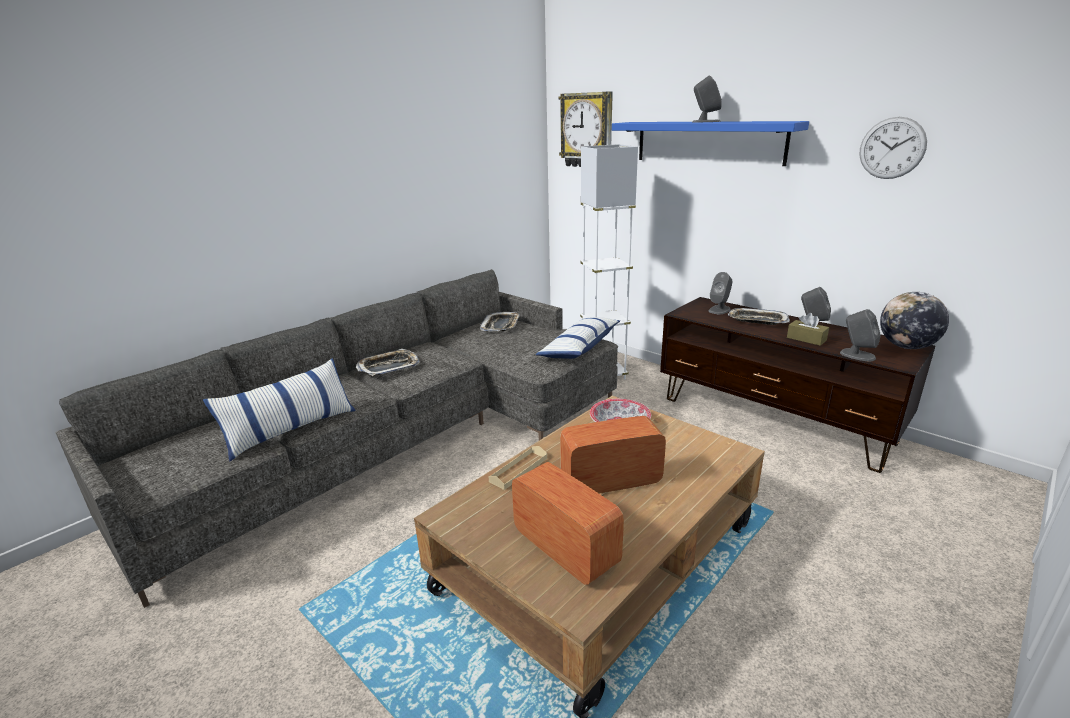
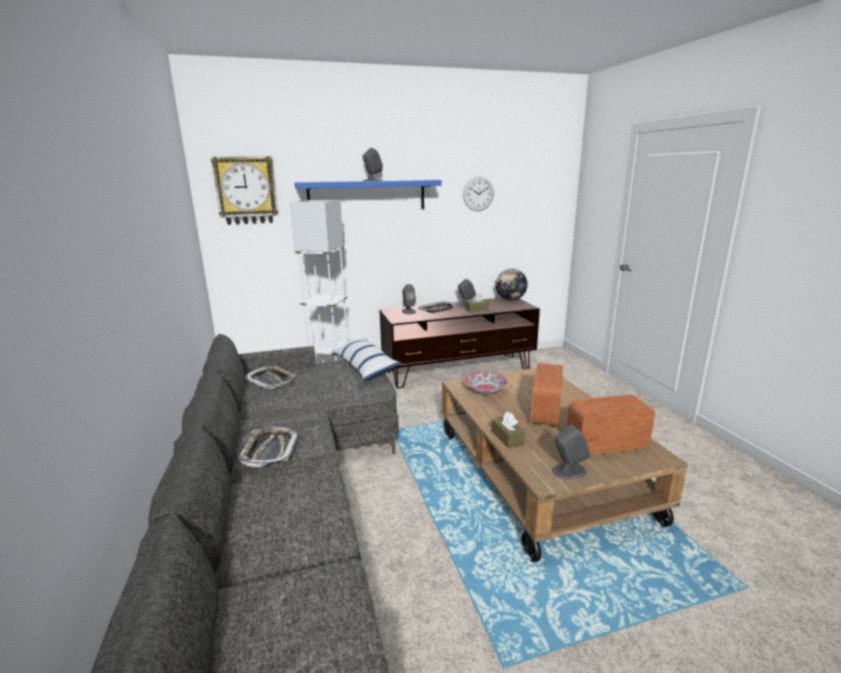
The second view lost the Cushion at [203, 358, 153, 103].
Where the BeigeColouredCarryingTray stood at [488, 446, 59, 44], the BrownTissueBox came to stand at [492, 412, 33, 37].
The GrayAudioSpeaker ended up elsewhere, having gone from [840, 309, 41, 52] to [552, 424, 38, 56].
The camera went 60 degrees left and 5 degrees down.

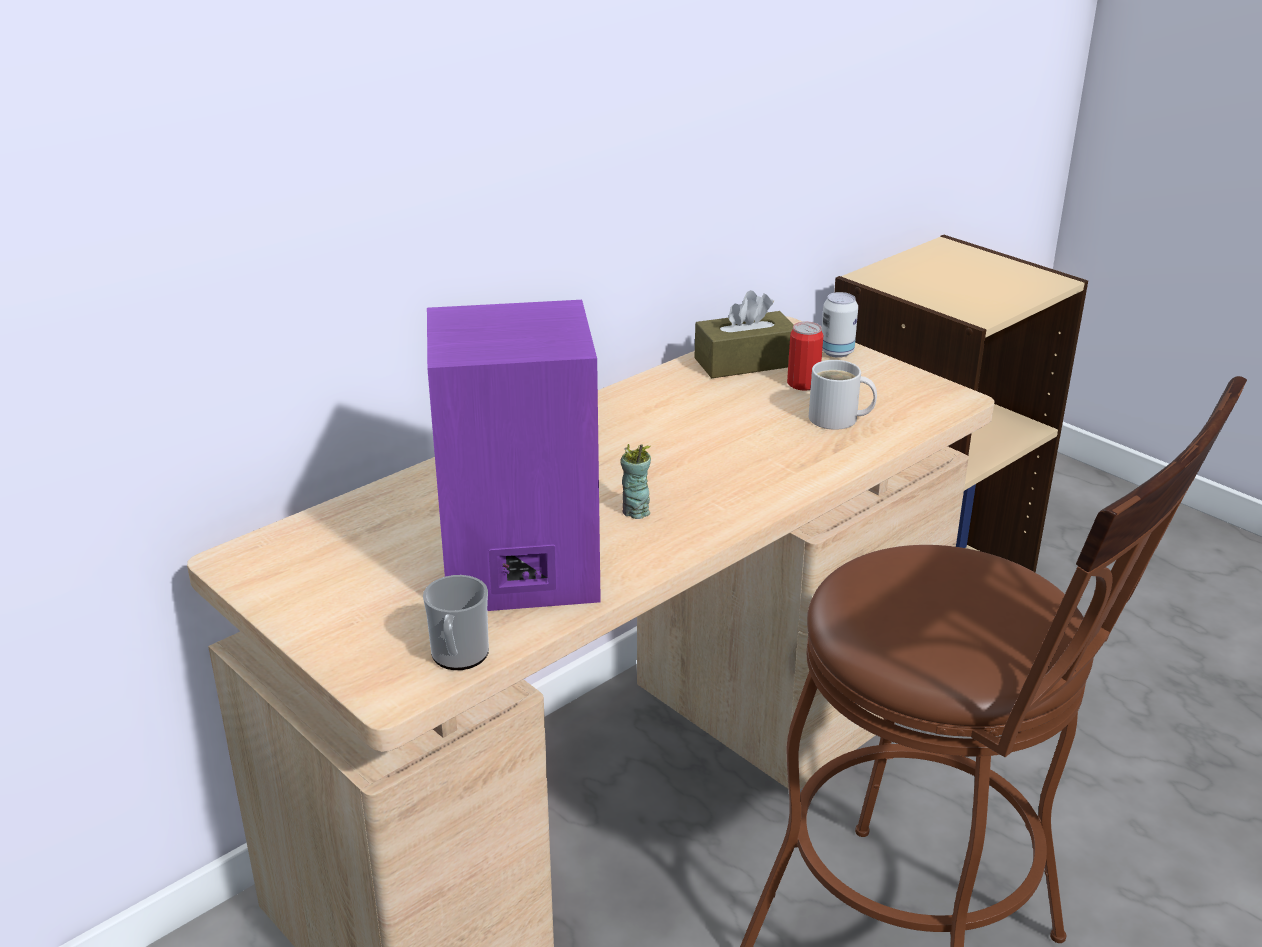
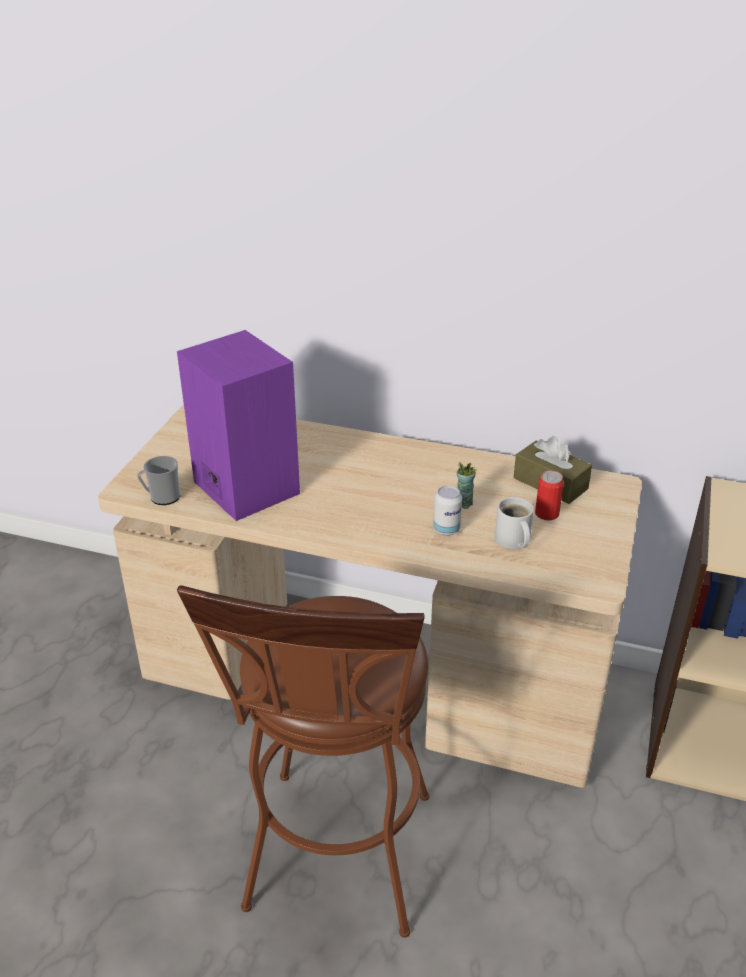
The Cup ended up elsewhere, having gone from [620, 444, 31, 75] to [457, 462, 20, 47].
The Can ended up elsewhere, having gone from [821, 292, 37, 66] to [433, 486, 29, 50].
The camera went 60 degrees right and 5 degrees up.

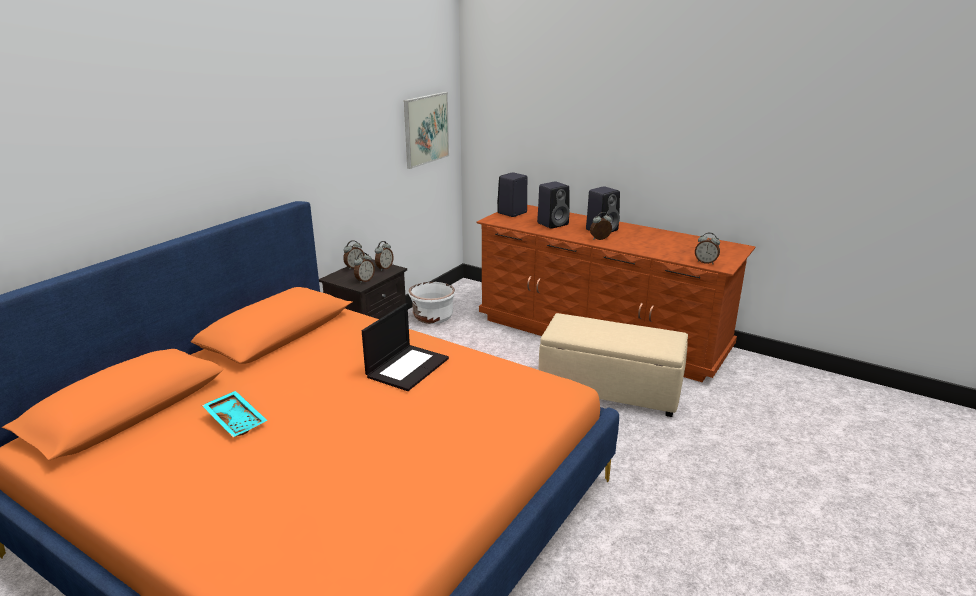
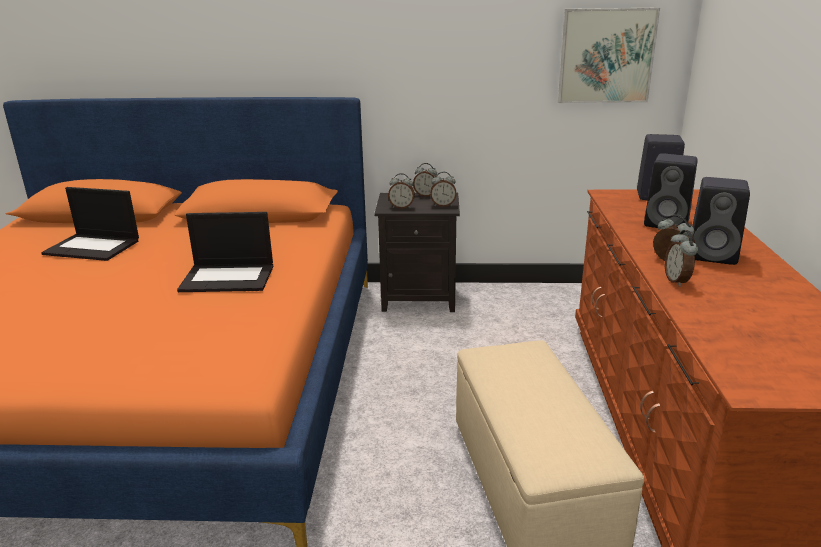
Where the TurquoiseCarryingTray stood at [202, 391, 66, 46], the PortableComputer came to stand at [41, 187, 98, 74].
The second view lost the WhiteFlowerPot at [408, 282, 47, 42].
The TableClock ended up elsewhere, having gone from [695, 232, 25, 32] to [665, 230, 33, 57].
The camera went 60 degrees right and 0 degrees up.

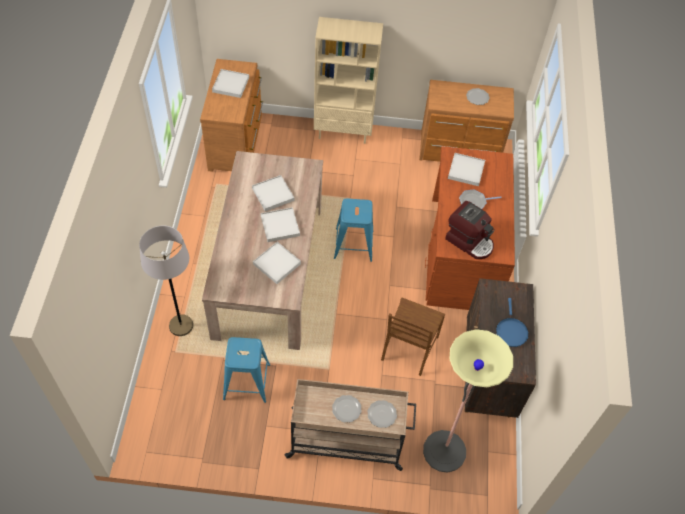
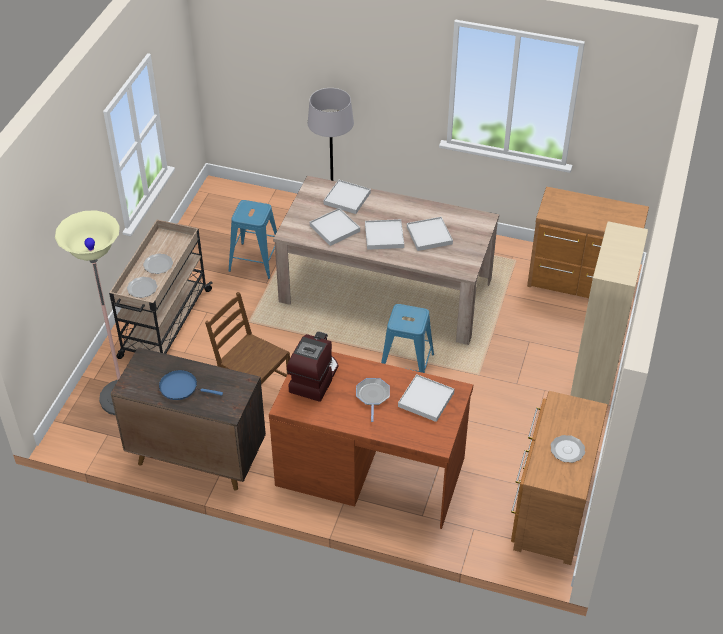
The WhiteCarryingTray ended up elsewhere, having gone from [212, 69, 37, 29] to [324, 180, 47, 34].
The CoffeeMaker at [445, 201, 50, 58] ended up facing another way, 150 degrees clockwise from before.
The camera went 105 degrees right and 10 degrees down.

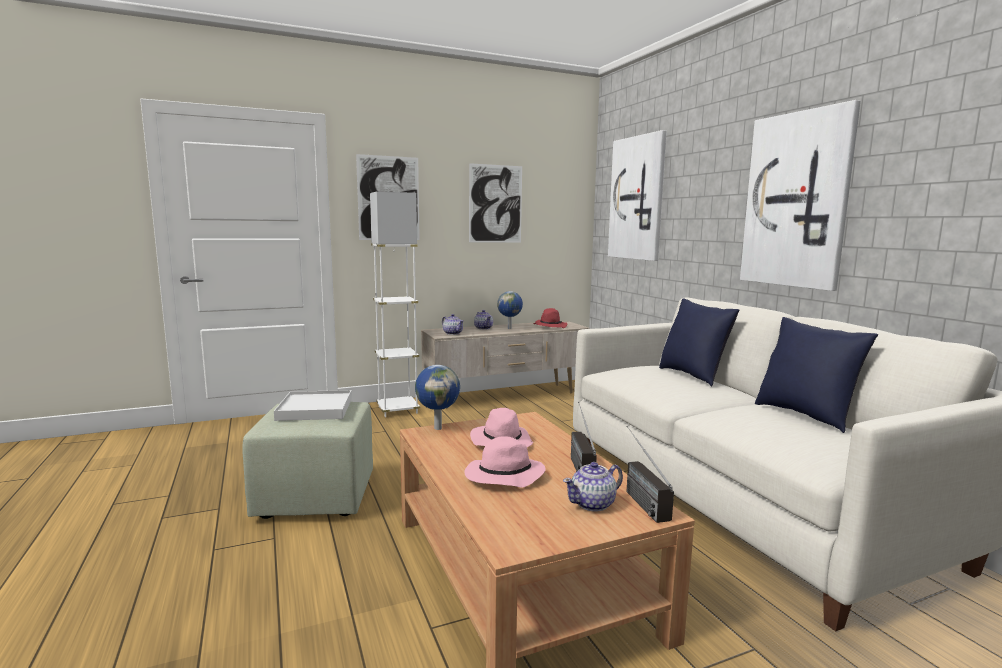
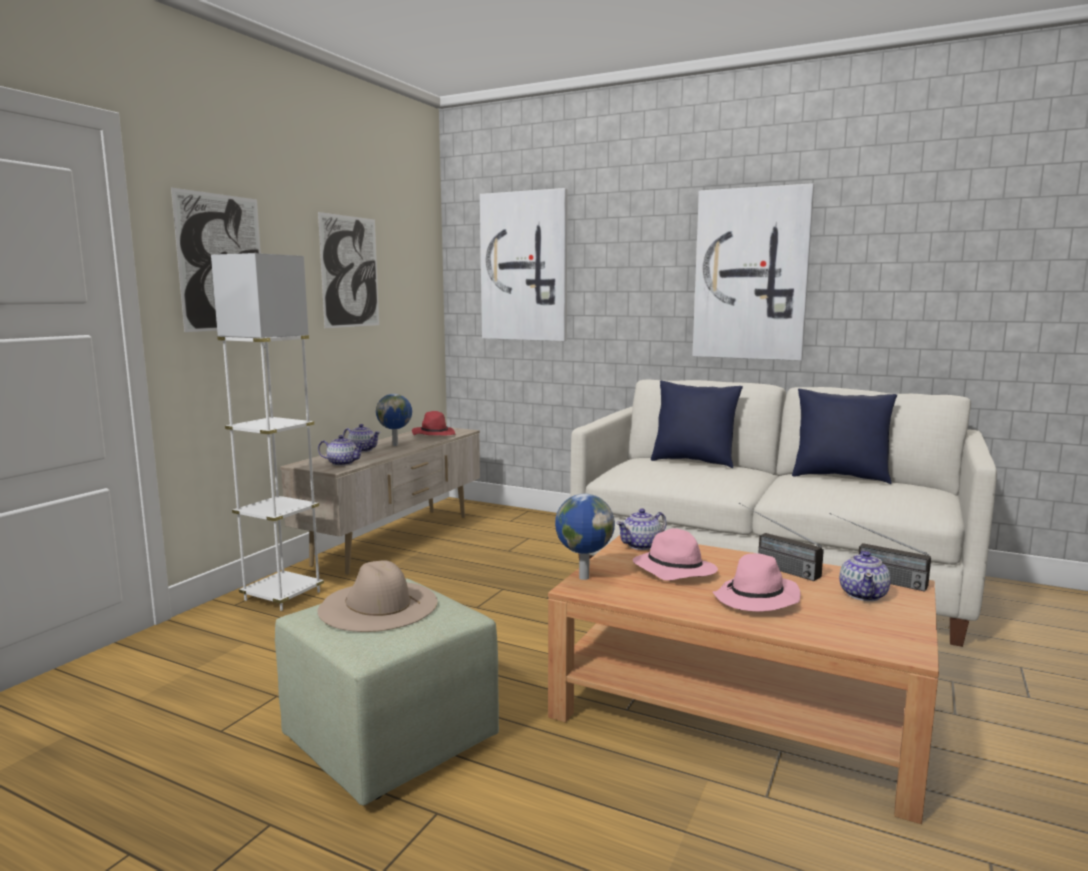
Where the WhiteCarryingTray stood at [274, 390, 78, 31], the BeigeColouredHat came to stand at [317, 560, 121, 72].
The second view gained the TeaPot at [616, 509, 51, 41].
The camera went 40 degrees left and 0 degrees up.

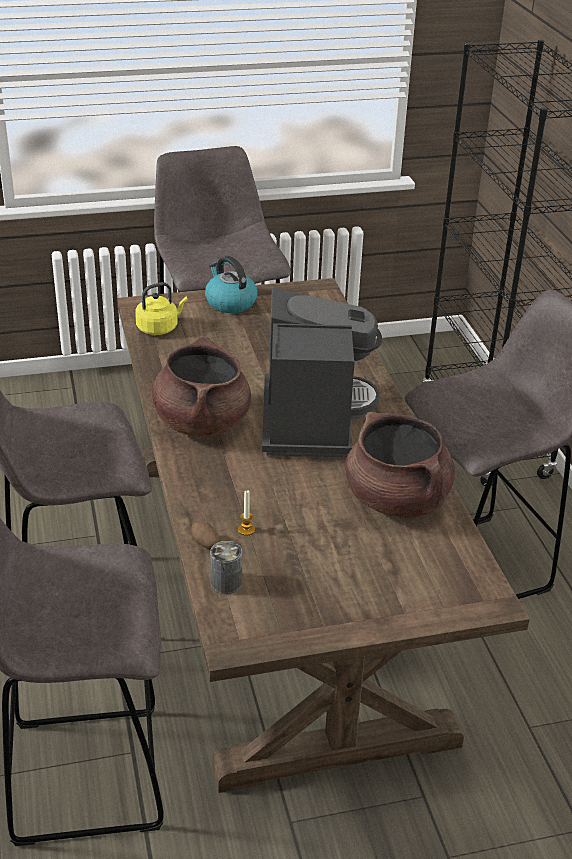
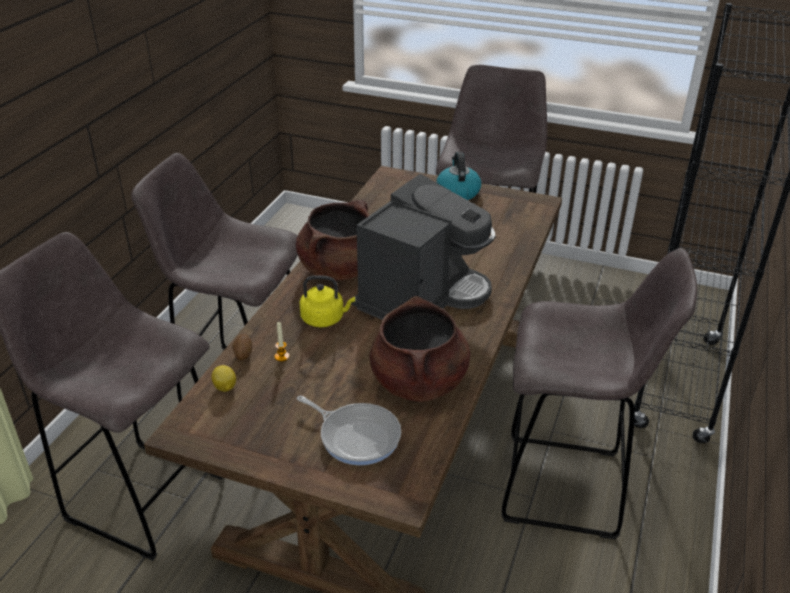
The YellowishTeaKettle ended up elsewhere, having gone from [135, 282, 53, 53] to [300, 275, 55, 52].
Where the Can stood at [210, 541, 32, 53], the CitrusFruit came to stand at [211, 365, 25, 27].
The second view gained the Skillet at [297, 396, 104, 69].
The camera went 35 degrees right and 0 degrees up.

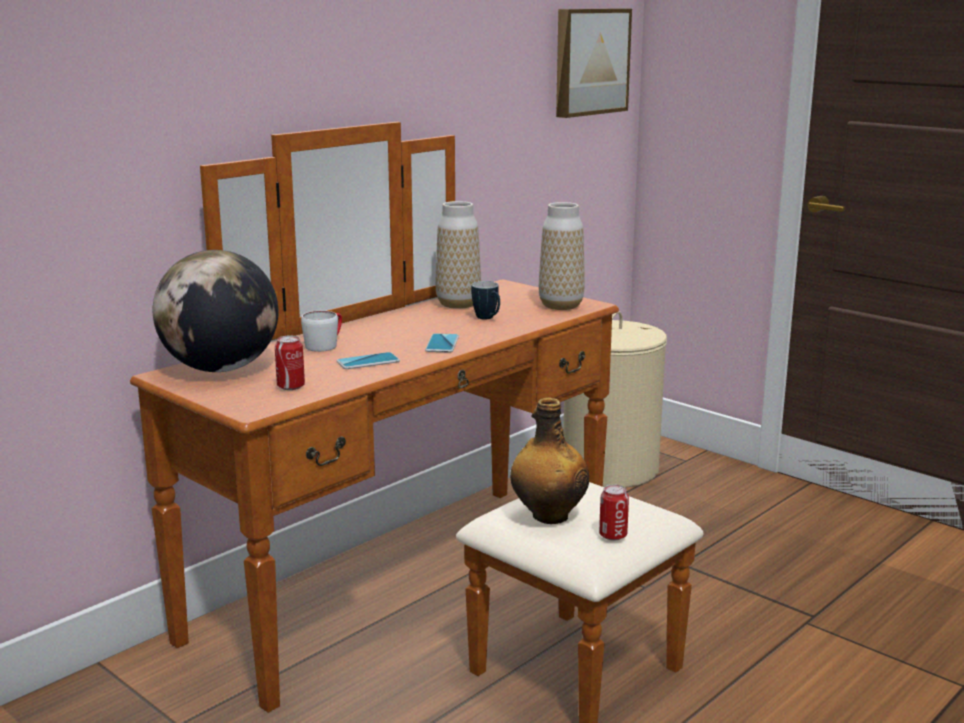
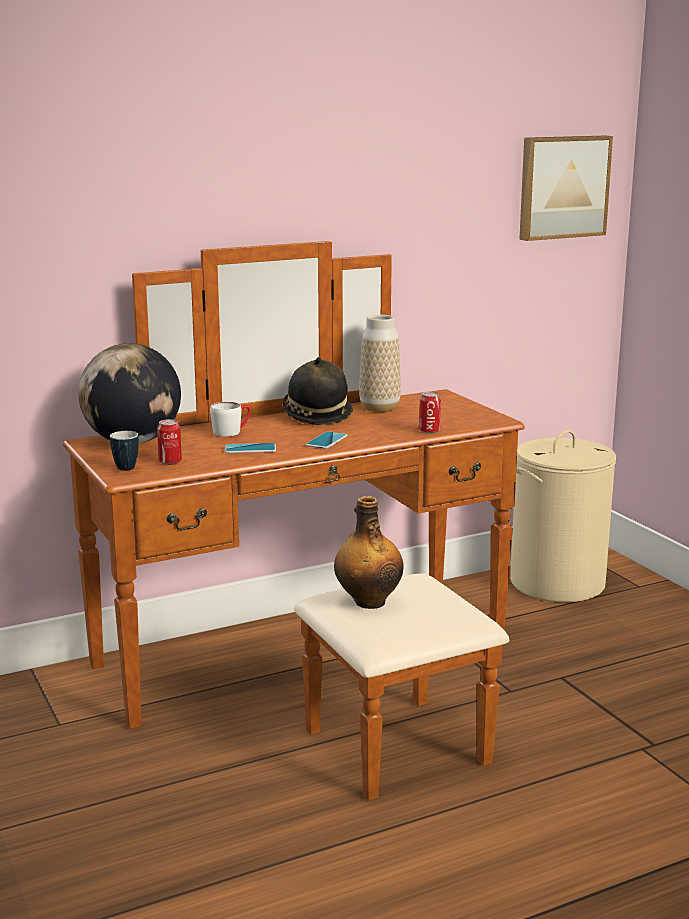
The Mug ended up elsewhere, having gone from [471, 281, 29, 38] to [110, 431, 29, 40].
The second view lost the DecorativeVase at [539, 202, 46, 108].
The Can ended up elsewhere, having gone from [599, 484, 30, 57] to [419, 392, 22, 42].
The second view gained the Hat at [282, 357, 71, 68].
The camera went 20 degrees right and 0 degrees up.

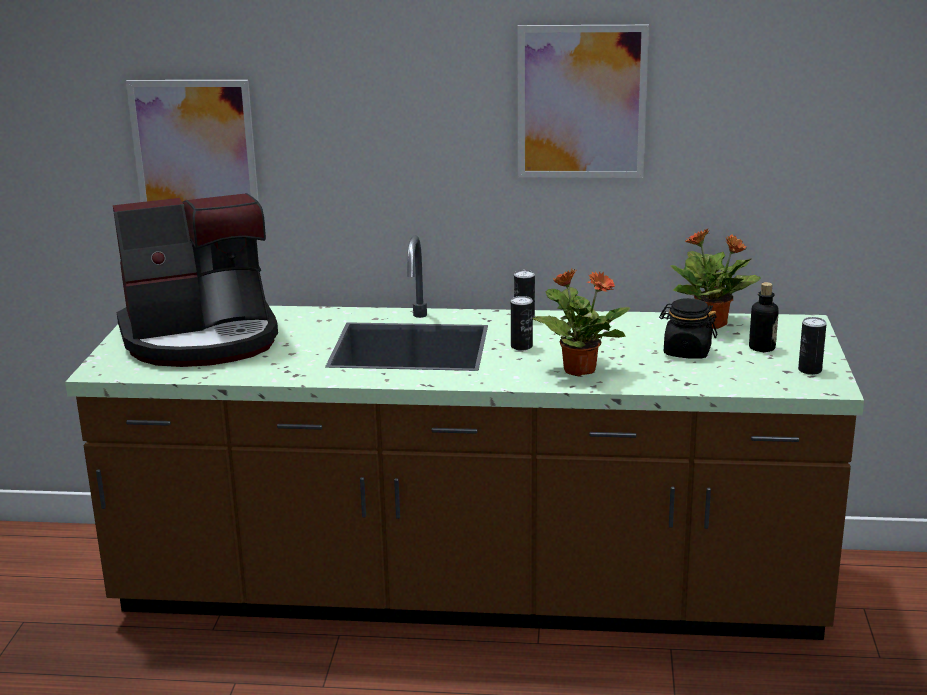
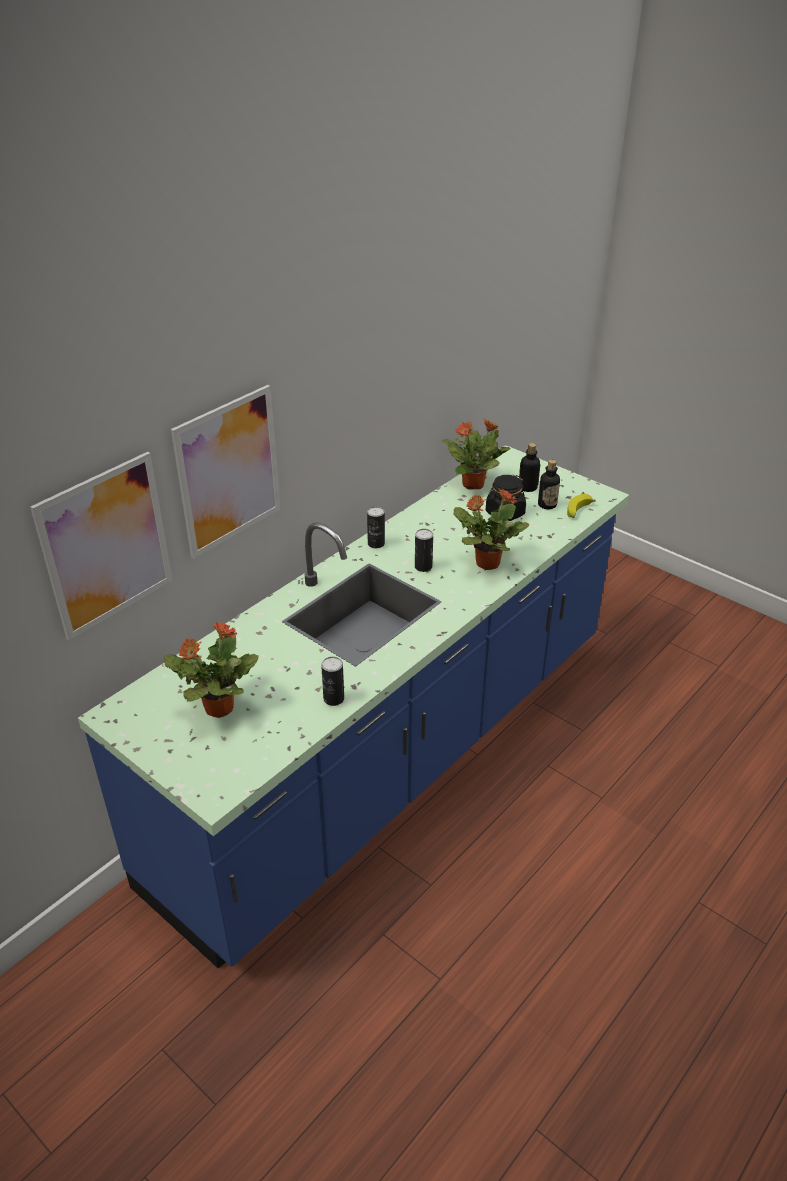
What was the BrownCounter at [65, 235, 799, 405] turned into the BluishCounter at [78, 445, 551, 524].
Where the CoffeeMaker stood at [113, 193, 165, 174], the PottedPlant came to stand at [164, 622, 95, 96].
The WallPicture ended up elsewhere, having gone from [518, 25, 131, 153] to [171, 385, 110, 173].
The Can ended up elsewhere, having gone from [798, 317, 29, 58] to [321, 657, 23, 49].
The second view gained the Bottle at [538, 460, 22, 49].
The second view gained the BananaFruit at [567, 494, 29, 24].
The camera went 55 degrees left and 15 degrees up.

